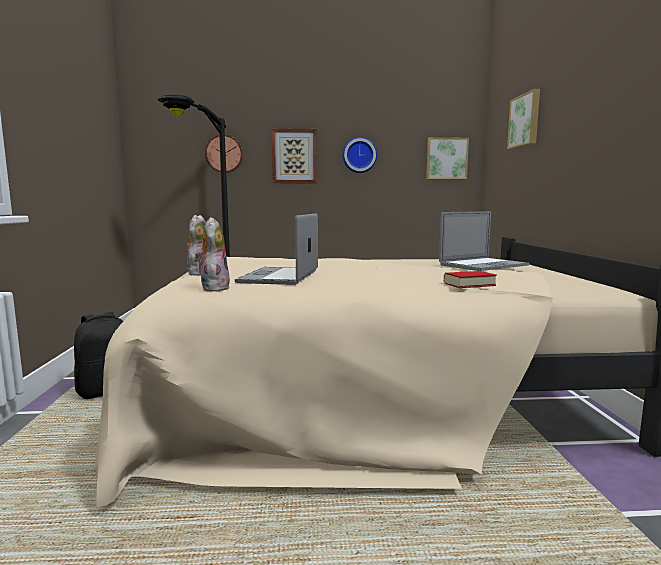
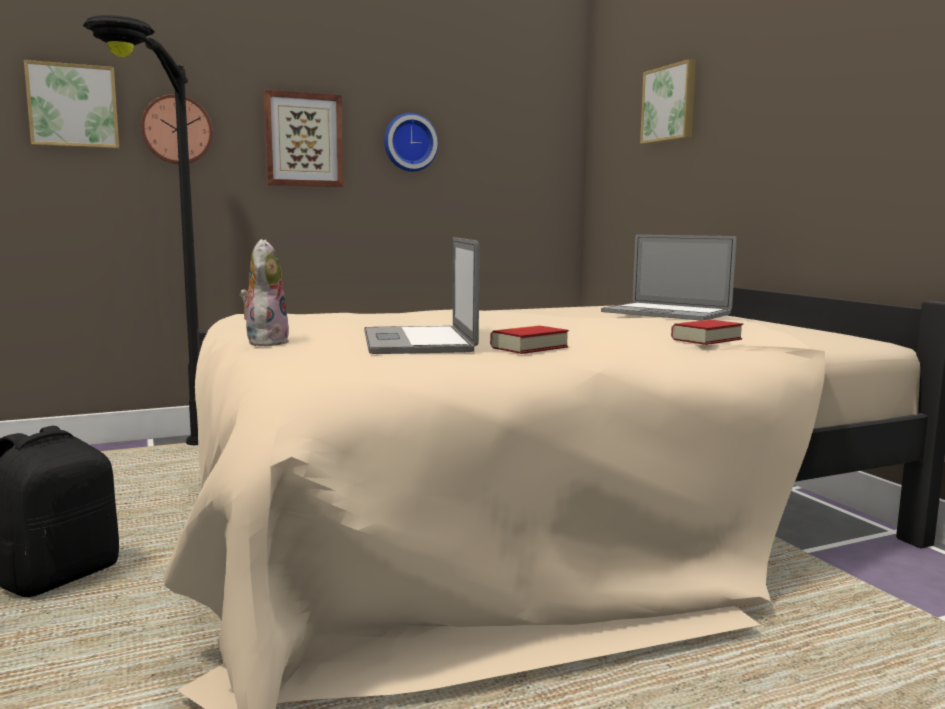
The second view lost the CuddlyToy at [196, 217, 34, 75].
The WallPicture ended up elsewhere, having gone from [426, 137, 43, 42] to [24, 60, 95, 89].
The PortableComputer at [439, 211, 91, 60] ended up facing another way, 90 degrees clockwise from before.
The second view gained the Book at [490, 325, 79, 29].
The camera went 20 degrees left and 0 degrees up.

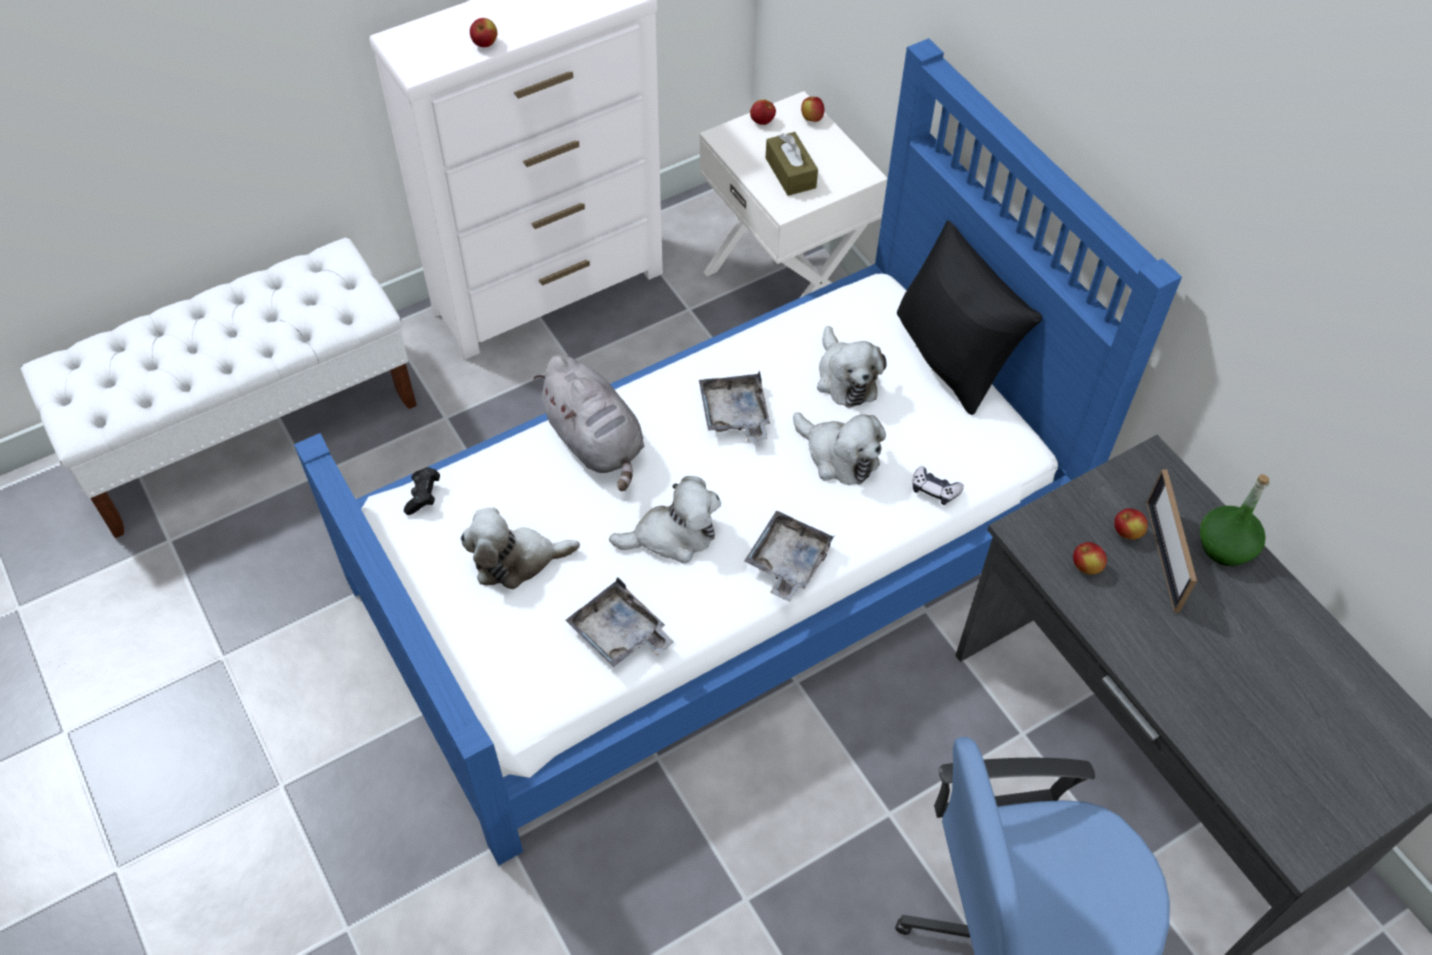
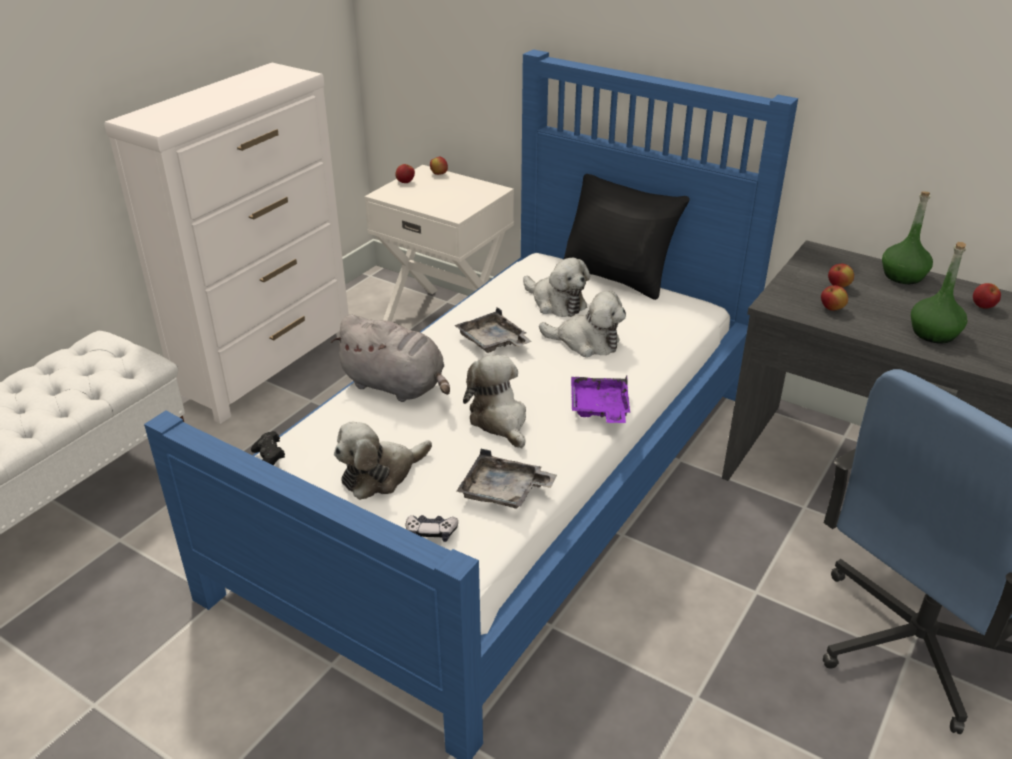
The AppleFruit ended up elsewhere, having gone from [470, 18, 27, 29] to [973, 283, 28, 26].
The CuddlyToy at [609, 476, 112, 87] ended up facing another way, 75 degrees counterclockwise from before.
What was the GrayCarryingTray at [744, 510, 92, 92] turned into the PurplishCarryingTray at [571, 375, 59, 48].
The second view lost the BrownTissueBox at [766, 132, 52, 64].
The Gamepad ended up elsewhere, having gone from [912, 466, 52, 39] to [406, 515, 52, 27].
The second view lost the StandingFrame at [1146, 469, 51, 144].
The second view gained the GreenishBottle at [911, 242, 56, 101].
The camera went 25 degrees left and 20 degrees down.

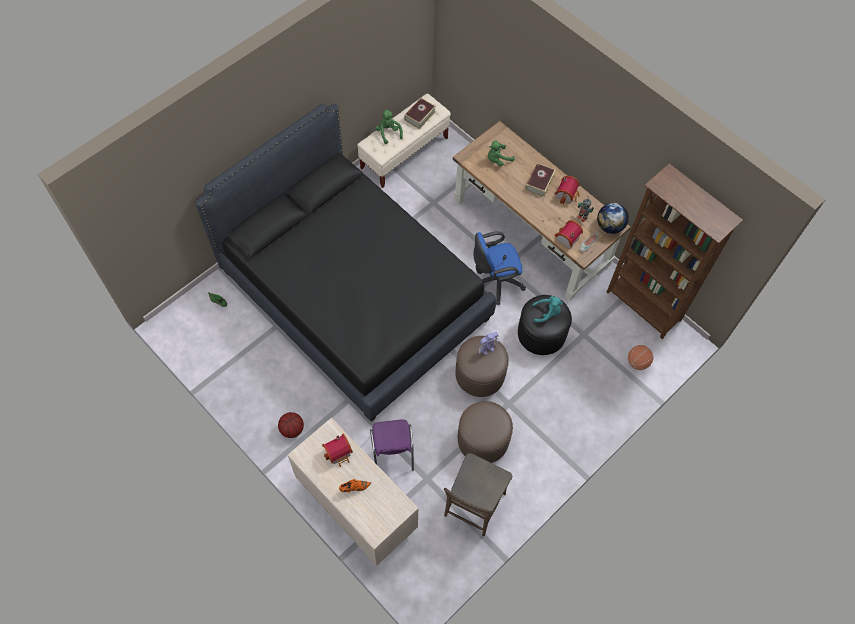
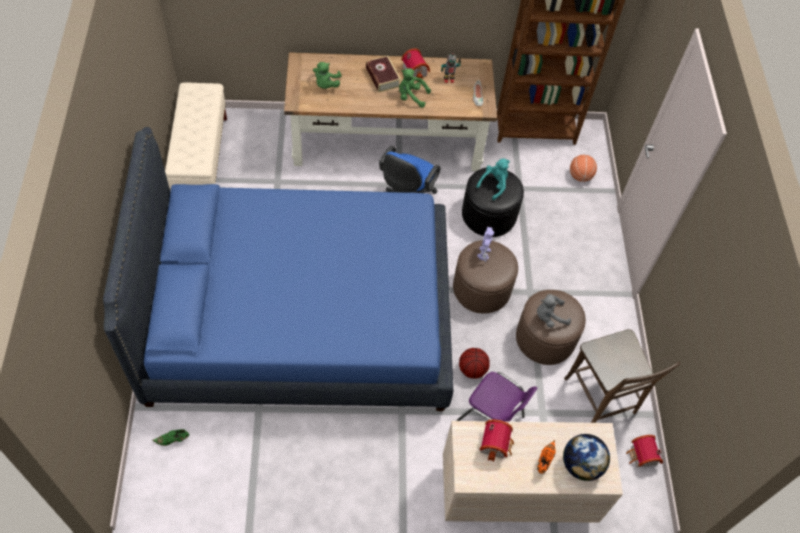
What was the BlackishSleepingBed at [195, 104, 301, 318] turned into the BluishSleepingBed at [103, 127, 350, 284].
The BasketballBall ended up elsewhere, having gone from [278, 412, 26, 26] to [459, 348, 31, 31].
The GreenishCuddlyToy ended up elsewhere, having gone from [375, 110, 28, 34] to [399, 68, 32, 40].
The second view lost the Book at [404, 98, 32, 31].
The ToyHouse ended up elsewhere, having gone from [555, 220, 28, 29] to [626, 435, 37, 32].
The DeskGlobe ended up elsewhere, having gone from [597, 203, 32, 31] to [563, 434, 47, 47].
The second view gained the GrayCuddlyToy at [537, 294, 34, 34].
The camera went 50 degrees left and 5 degrees down.

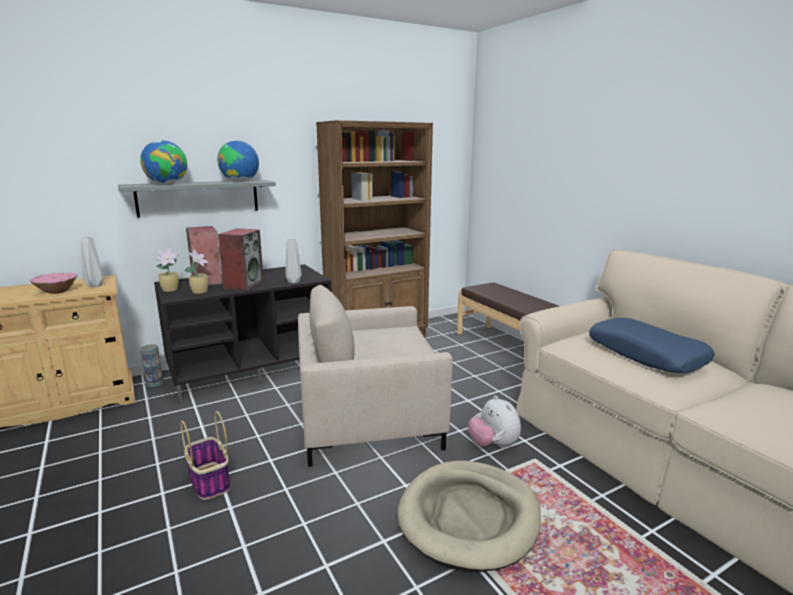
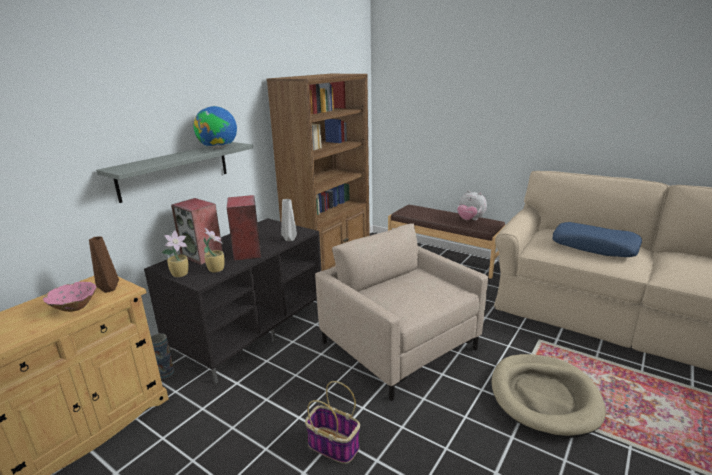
What was the GrayDecorativeVase at [81, 237, 22, 50] turned into the BrownDecorativeVase at [89, 237, 30, 56].
The second view lost the DeskGlobe at [140, 140, 47, 44].
The BeigeColouredEasyChair at [298, 285, 155, 182] ended up facing another way, 90 degrees clockwise from before.
The CuddlyToy ended up elsewhere, having gone from [468, 396, 53, 52] to [457, 190, 30, 30].
The camera went 25 degrees left and 5 degrees up.

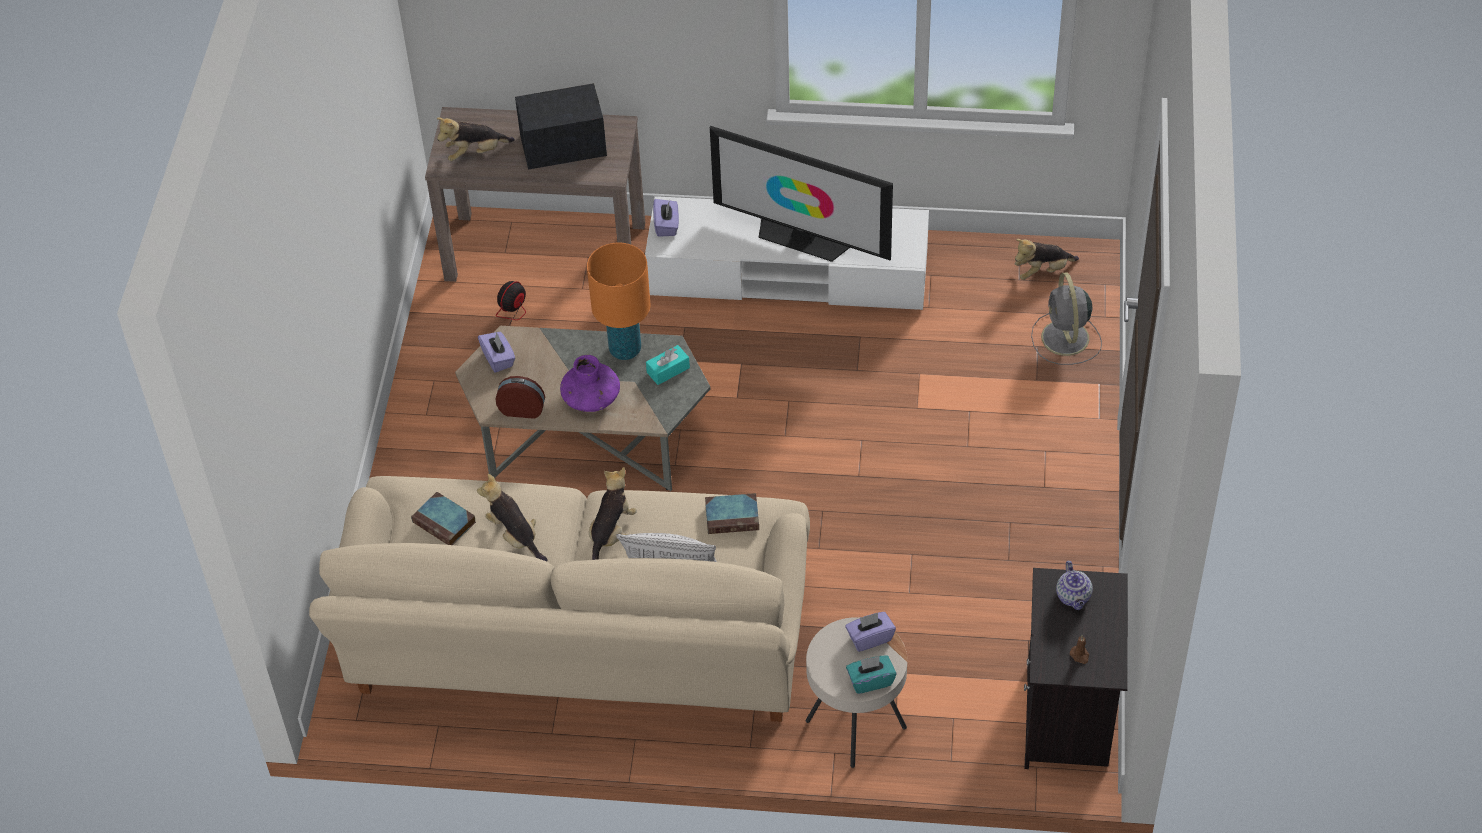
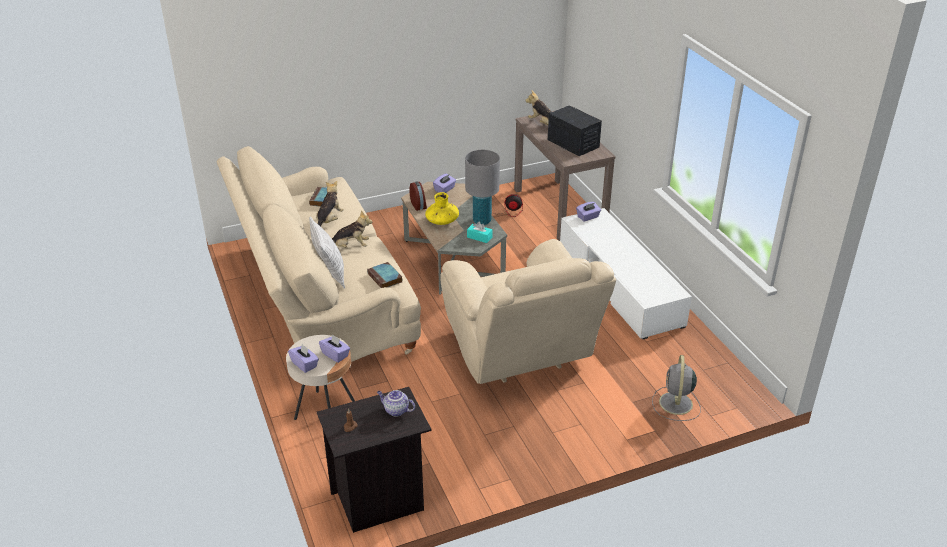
What was the PurplishDecorativeVase at [560, 355, 60, 57] turned into the YellowishDecorativeVase at [425, 192, 34, 33].
What was the OrangeTableLamp at [587, 243, 63, 117] turned into the GrayTableLamp at [465, 150, 35, 75].
The second view lost the TvSet at [710, 126, 183, 136].
What was the TurquoiseTissueBox at [846, 655, 51, 39] turned into the PurplishTissueBox at [288, 344, 31, 29].
The second view lost the CuddlyToy at [1015, 239, 64, 41].
The GrayElectricFan at [1031, 272, 71, 93] ended up facing another way, 45 degrees counterclockwise from before.
The TeaPot at [1056, 561, 37, 49] ended up facing another way, 60 degrees clockwise from before.
The second view gained the BeigeColouredEasyChair at [440, 239, 176, 145].
The camera went 60 degrees right and 15 degrees down.

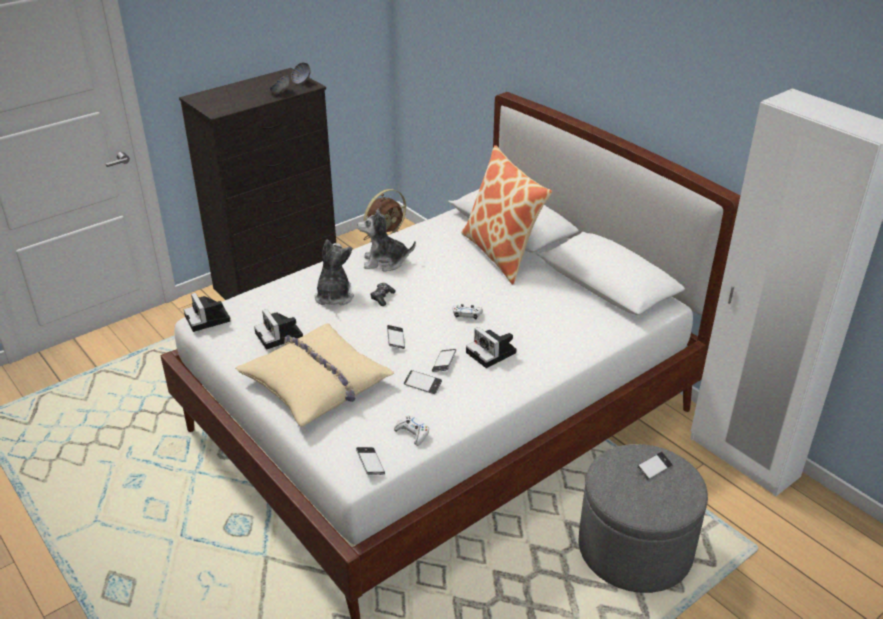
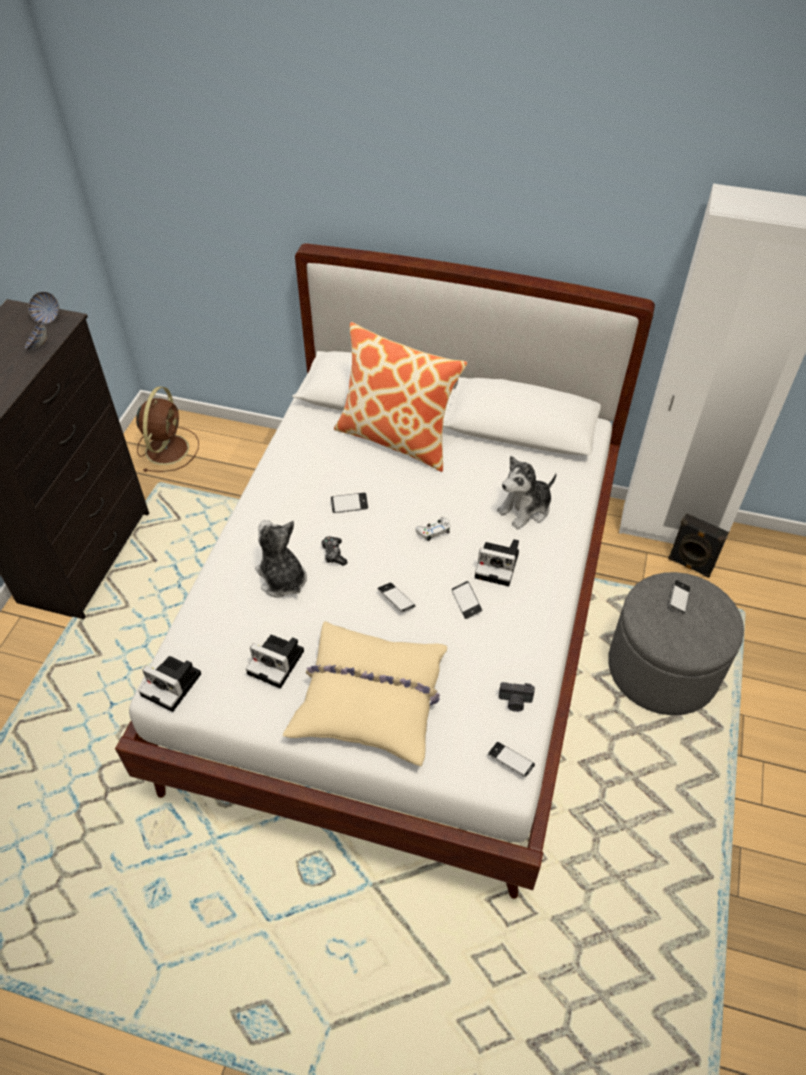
The CuddlyToy ended up elsewhere, having gone from [357, 208, 59, 64] to [497, 456, 59, 74].
Where the WhiteGamepad stood at [394, 416, 35, 30], the PhotoCamera came to stand at [499, 682, 36, 30].
The Telephone ended up elsewhere, having gone from [404, 370, 38, 24] to [331, 493, 37, 20].
The second view gained the BlackishAudioSpeaker at [668, 513, 61, 65].
The camera went 35 degrees left and 15 degrees up.

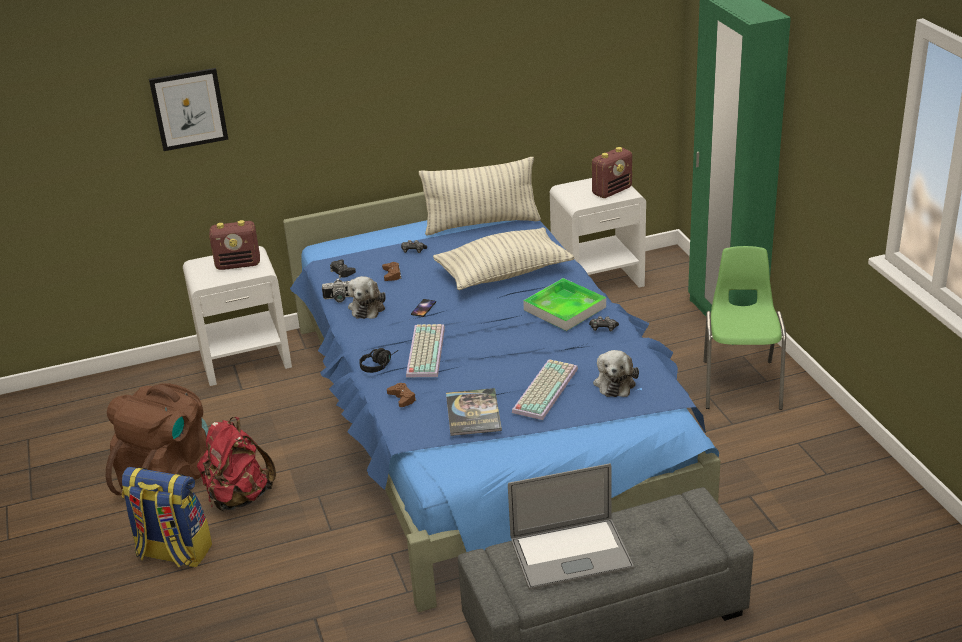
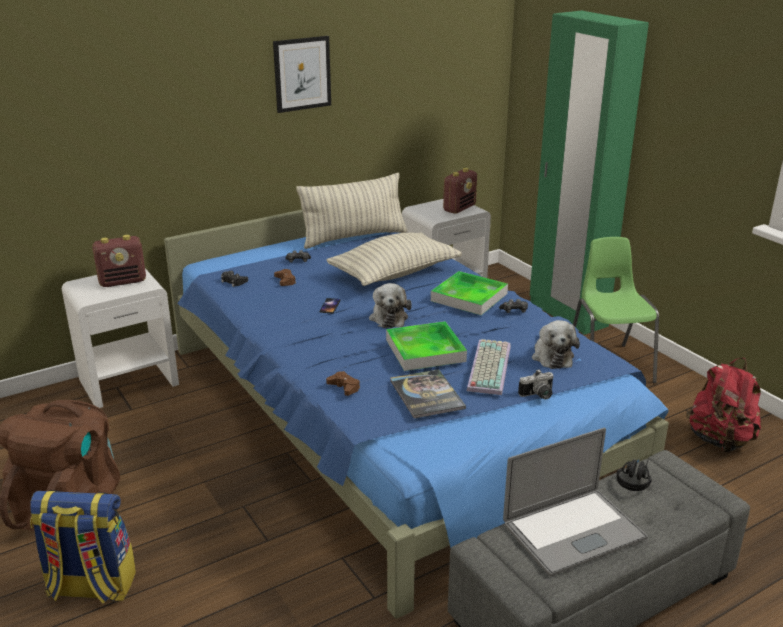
The WallPicture ended up elsewhere, having gone from [149, 68, 79, 83] to [273, 36, 58, 77].
The ReddishRucksack ended up elsewhere, having gone from [197, 417, 79, 94] to [686, 358, 75, 95].
The PhotoCamera ended up elsewhere, having gone from [322, 278, 29, 25] to [518, 370, 36, 29].
The CuddlyToy ended up elsewhere, having gone from [348, 276, 38, 43] to [369, 283, 43, 45].
The BlackishHeadphones ended up elsewhere, having gone from [359, 348, 39, 25] to [617, 460, 35, 31].
The second view lost the Keyboard at [406, 324, 39, 54].
The second view gained the CarryingTray at [386, 321, 81, 50].
The camera went 15 degrees left and 5 degrees down.

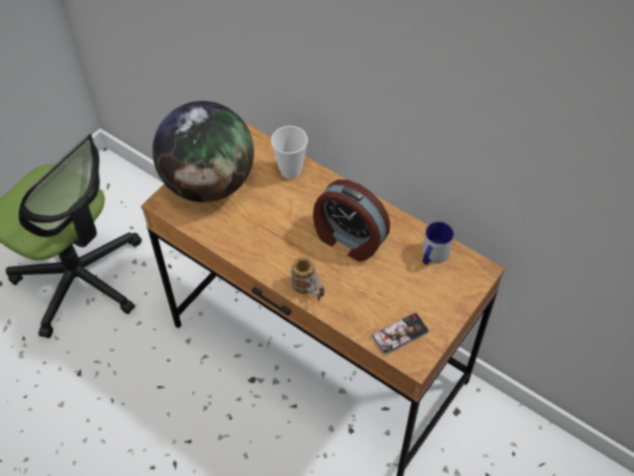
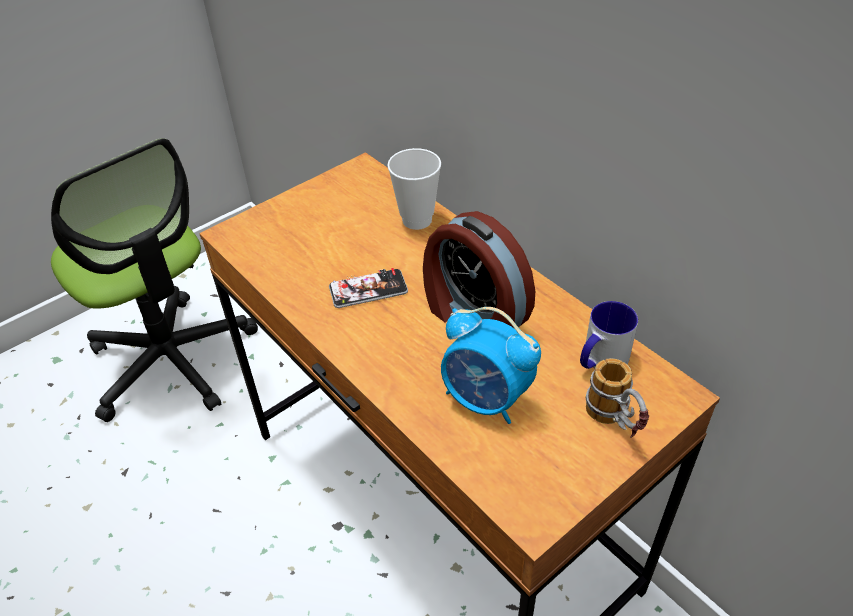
The second view lost the DeskGlobe at [152, 101, 102, 101].
The Mug ended up elsewhere, having gone from [291, 257, 34, 44] to [586, 358, 63, 80].
The Telephone ended up elsewhere, having gone from [372, 313, 57, 42] to [329, 268, 79, 40].
The second view gained the TableClock at [441, 307, 100, 117].
The camera went 15 degrees right and 10 degrees down.

